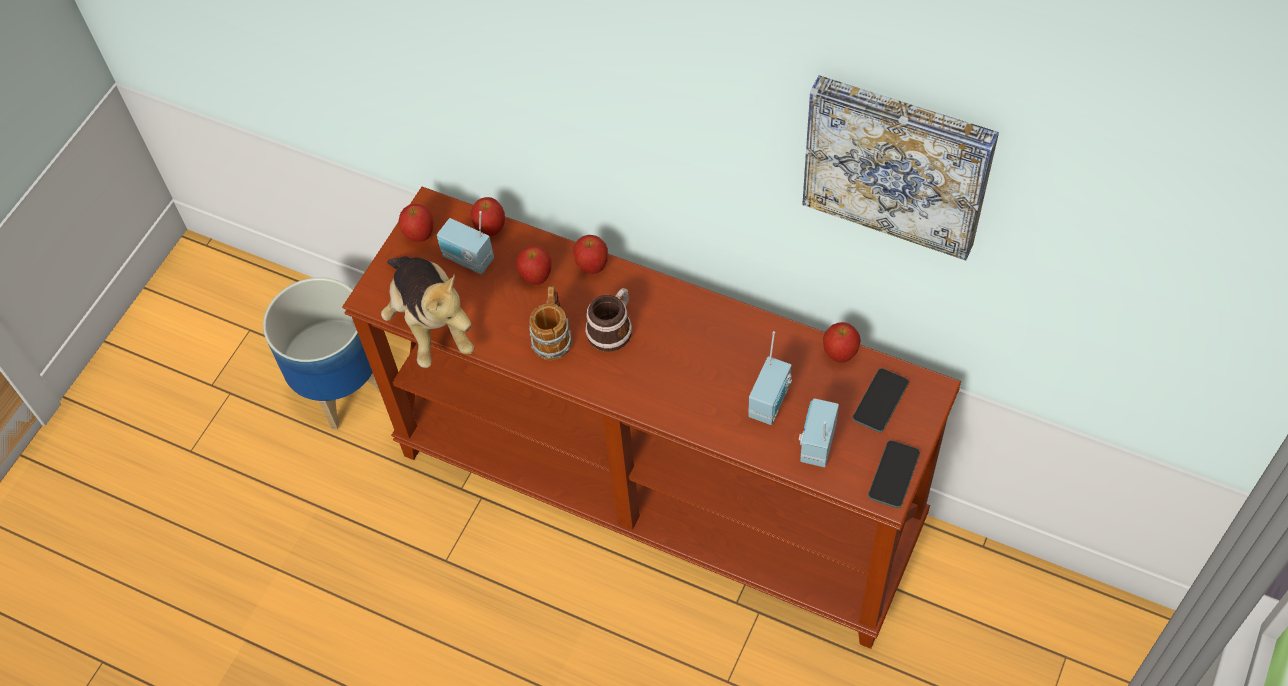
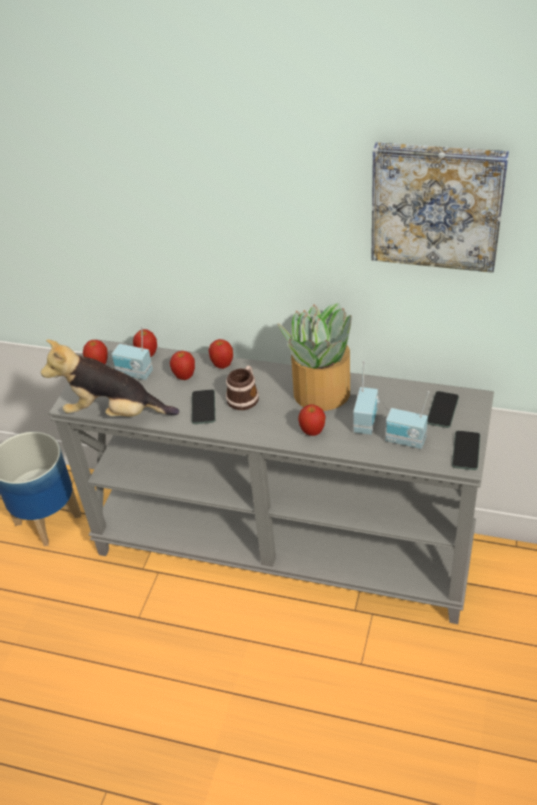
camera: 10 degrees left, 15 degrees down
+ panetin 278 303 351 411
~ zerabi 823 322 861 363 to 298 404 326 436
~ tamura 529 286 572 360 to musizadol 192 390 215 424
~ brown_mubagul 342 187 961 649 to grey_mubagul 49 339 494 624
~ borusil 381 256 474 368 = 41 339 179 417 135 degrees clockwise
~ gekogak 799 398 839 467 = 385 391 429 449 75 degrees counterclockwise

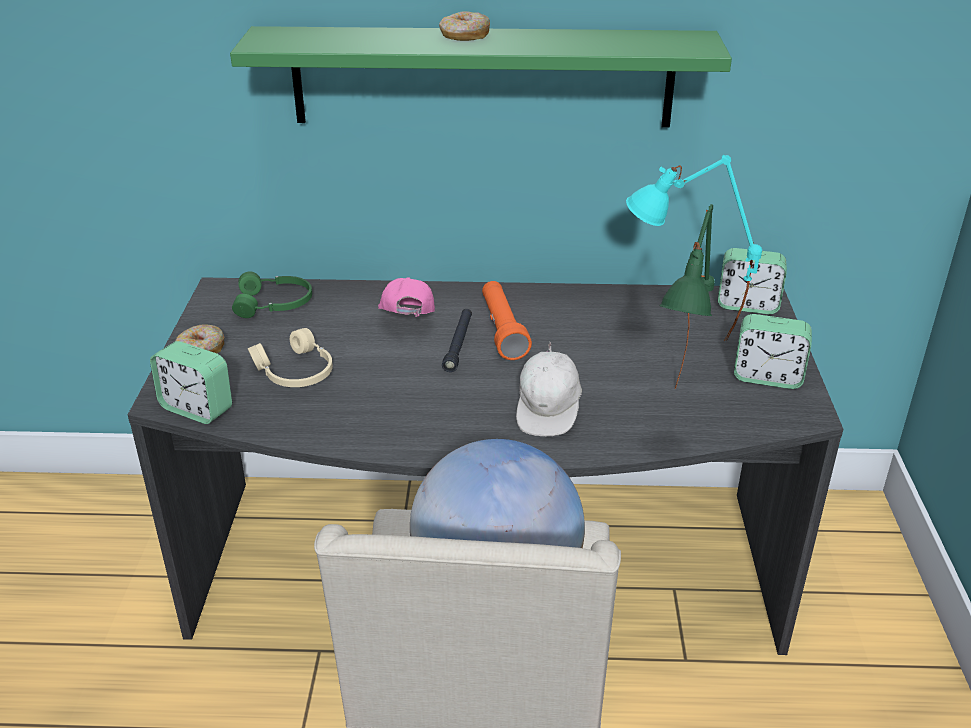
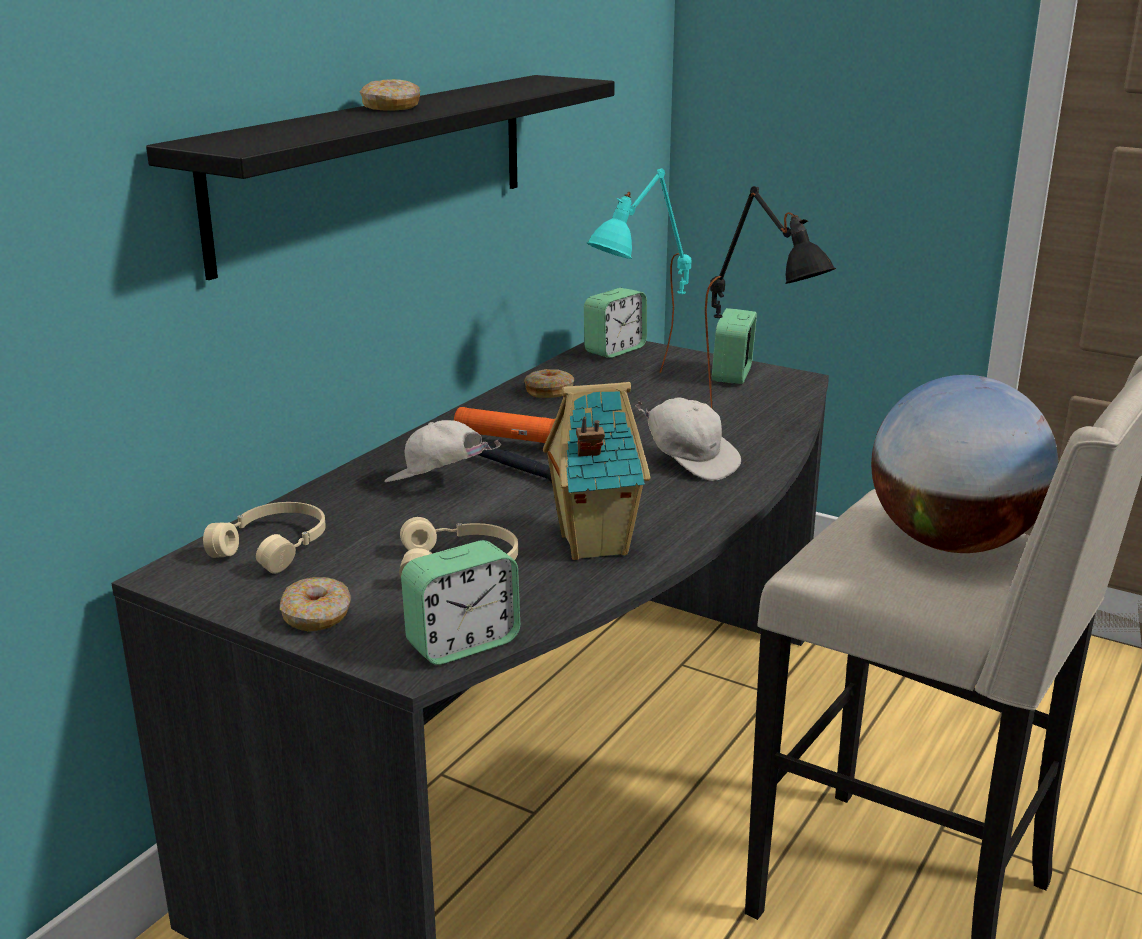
camera: 60 degrees left, 10 degrees down
+ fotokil 524 369 574 398
+ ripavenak 543 382 650 560
~ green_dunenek 230 26 732 128 to black_dunenek 146 75 615 280
~ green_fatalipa 232 272 312 318 to beige_fatalipa 203 502 326 574
~ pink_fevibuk 378 277 435 317 to white_fevibuk 385 420 501 482
~ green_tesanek 659 204 715 389 to black_tesanek 705 186 836 408
~ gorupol 734 314 812 389 = 712 308 757 384 150 degrees clockwise

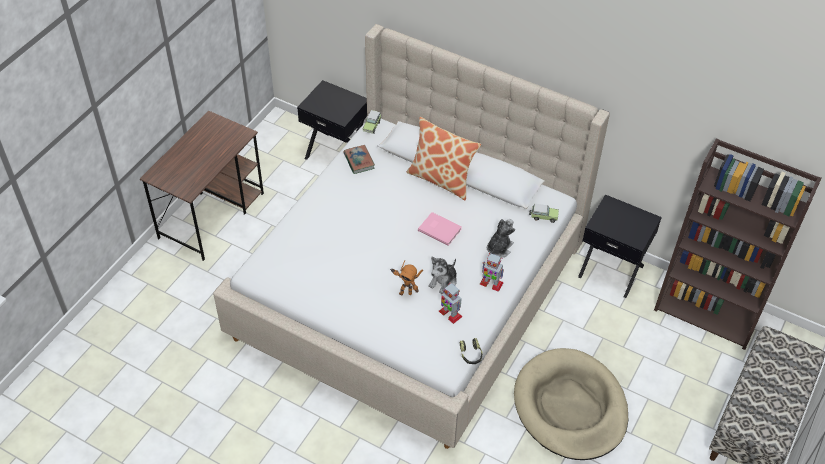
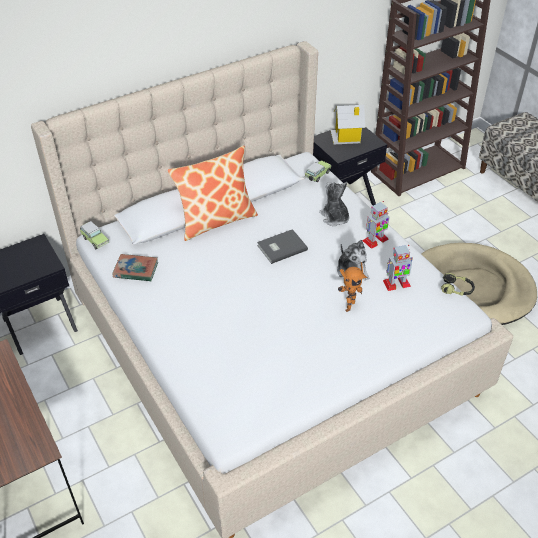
camera: 60 degrees left, 5 degrees down
+ ripavenak 330 105 365 144
~ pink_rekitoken 418 212 462 246 to grey_rekitoken 257 229 308 264

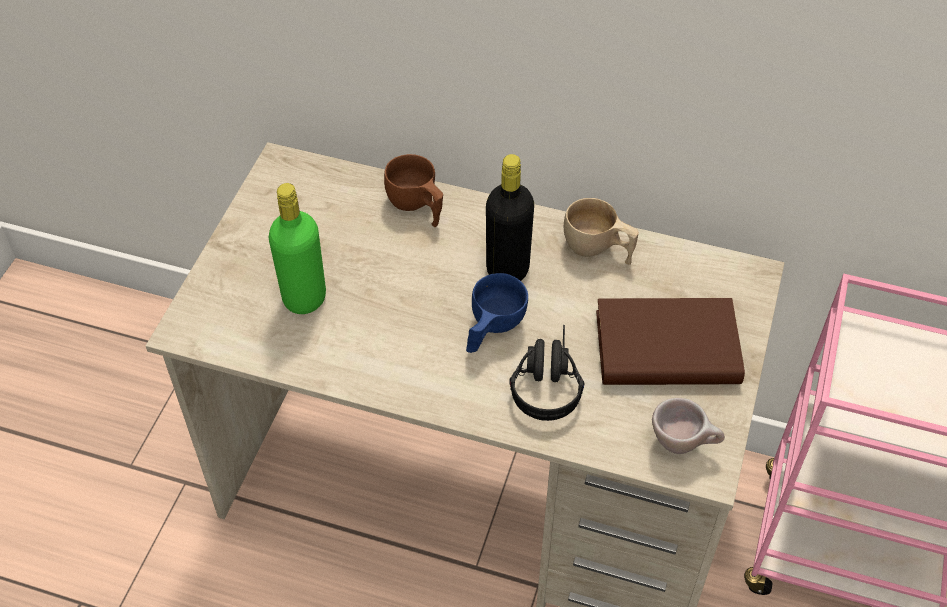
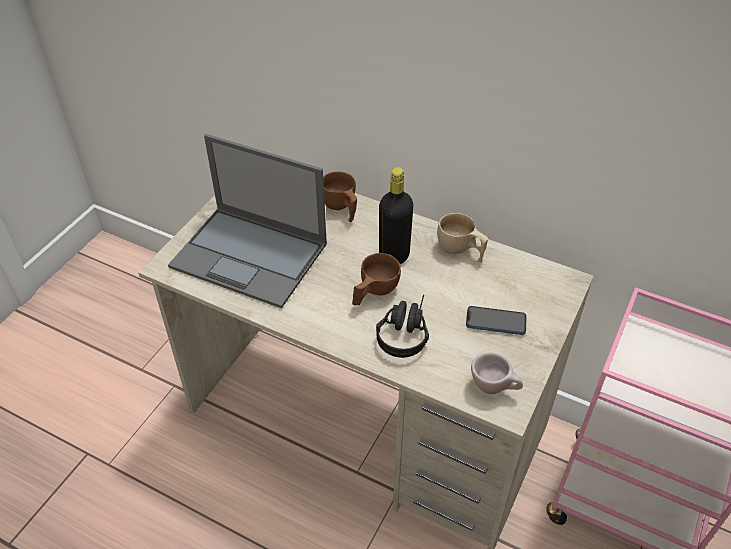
camera: 10 degrees right, 5 degrees down
~ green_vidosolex 269 183 326 314 to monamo 168 134 327 308
~ brown_rekitoken 596 298 745 385 to musizadol 466 306 527 335
~ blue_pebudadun 466 273 528 353 to brown_pebudadun 352 253 401 306

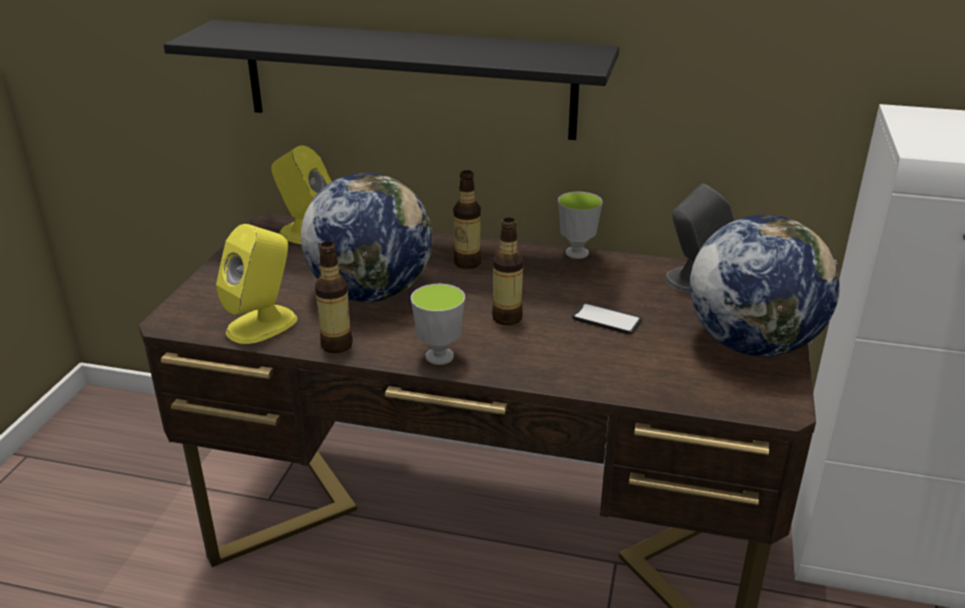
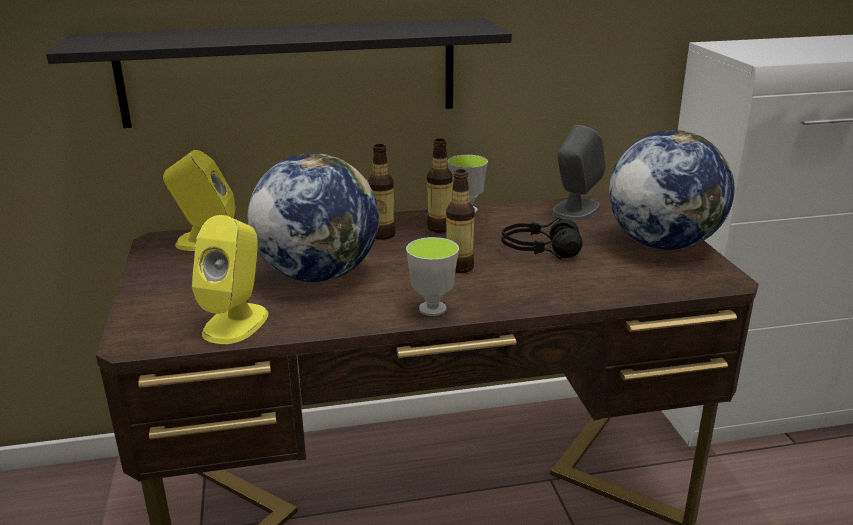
camera: 25 degrees left, 5 degrees down
~ vidosolex 315 241 353 353 to 427 139 453 233
~ musizadol 572 303 642 334 to black_fatalipa 502 217 583 259

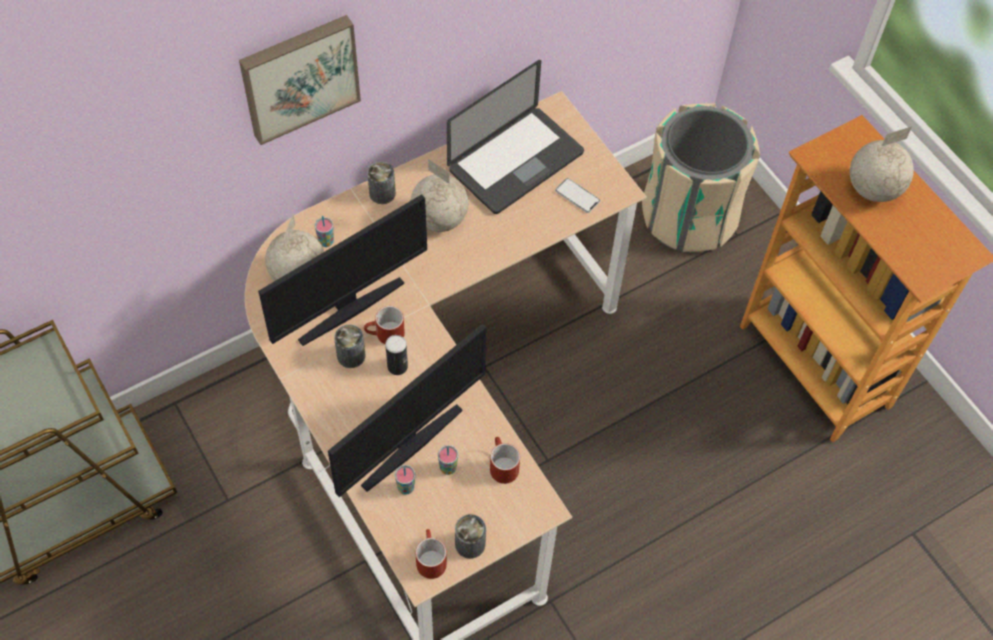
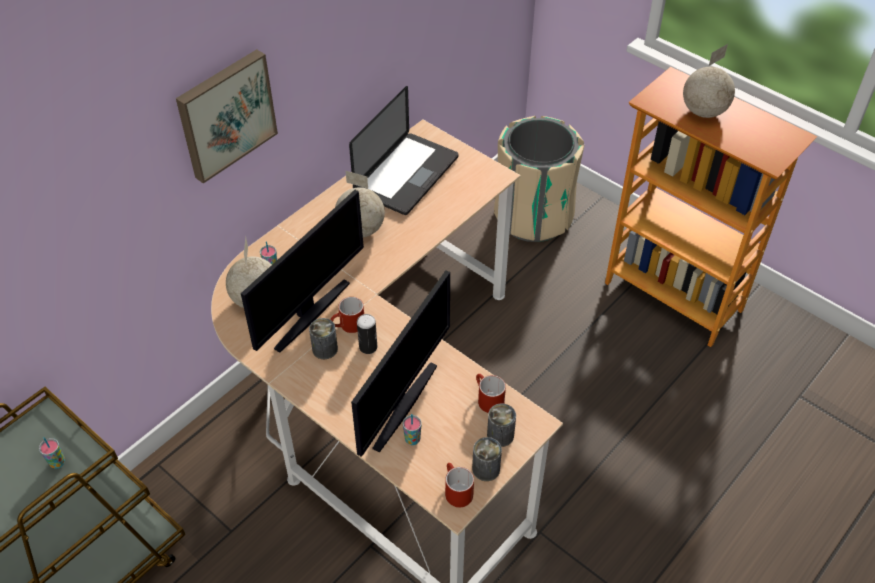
camera: 15 degrees left, 10 degrees down
- musizadol 555 178 600 213
~ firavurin 367 162 396 204 to 487 403 516 447
~ pebudadun 438 445 458 475 to 39 437 65 469

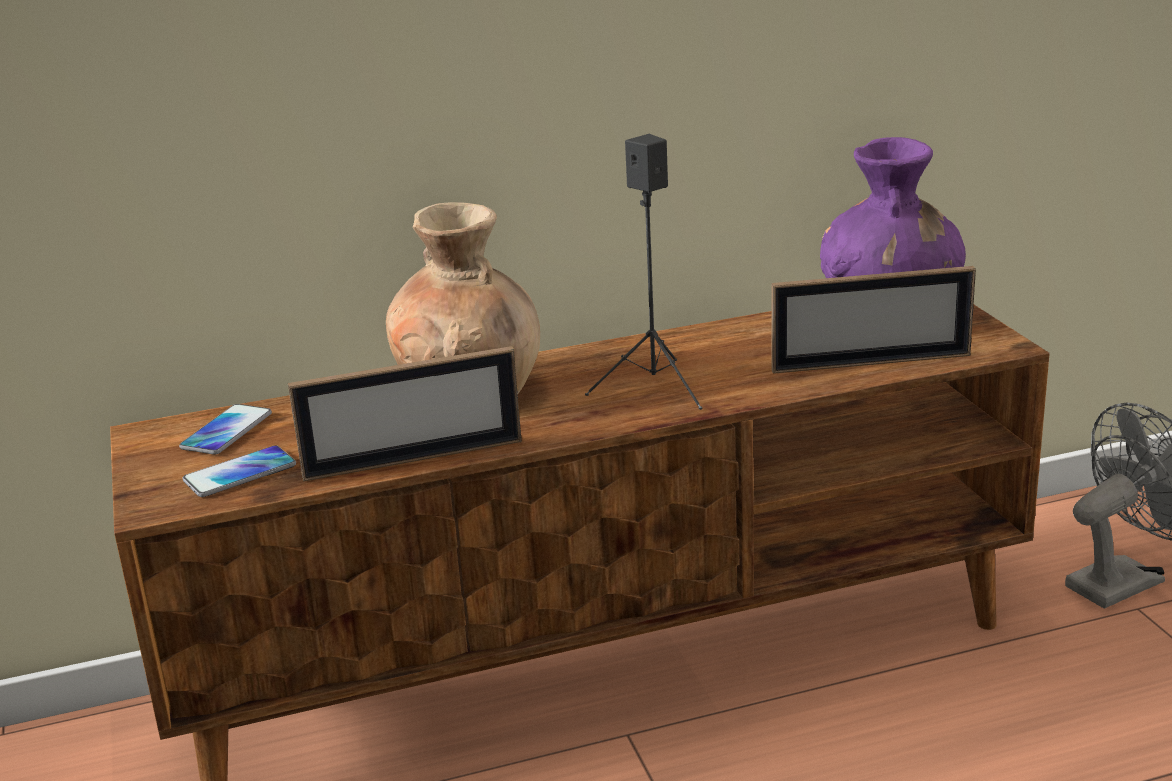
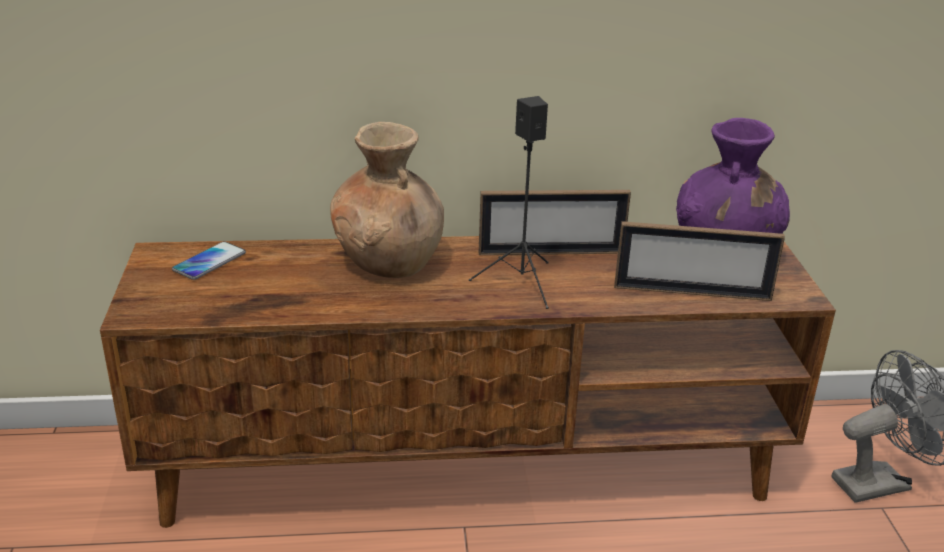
camera: 10 degrees right, 5 degrees up
- musizadol 183 445 296 497
~ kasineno 288 346 522 482 to 479 190 631 255

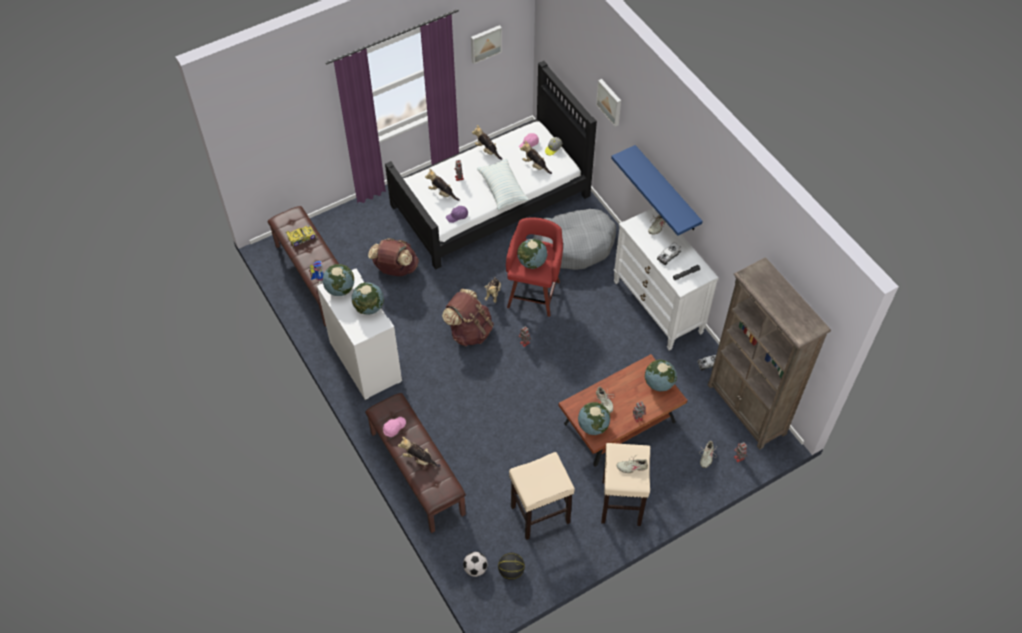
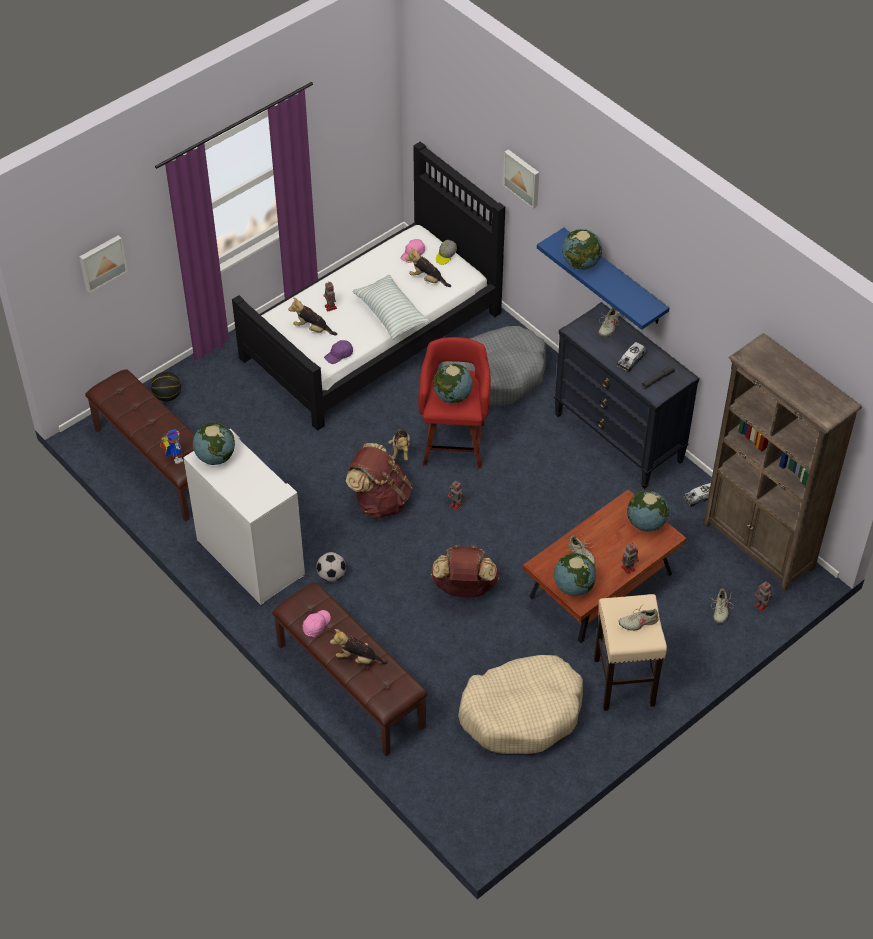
camera: 10 degrees left, 5 degrees down
- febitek 286 226 316 247
- borusil 472 125 502 160
~ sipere 352 282 384 315 to 562 229 602 270
~ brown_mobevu 368 238 419 276 to 430 545 500 597
~ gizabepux 463 552 488 577 to 316 552 346 582
~ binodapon 471 25 502 64 to 79 235 128 293
~ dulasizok 498 553 525 580 to 151 372 181 401
~ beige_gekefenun 509 452 575 540 to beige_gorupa 458 655 583 754
~ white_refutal 614 207 719 351 to black_refutal 554 302 699 489

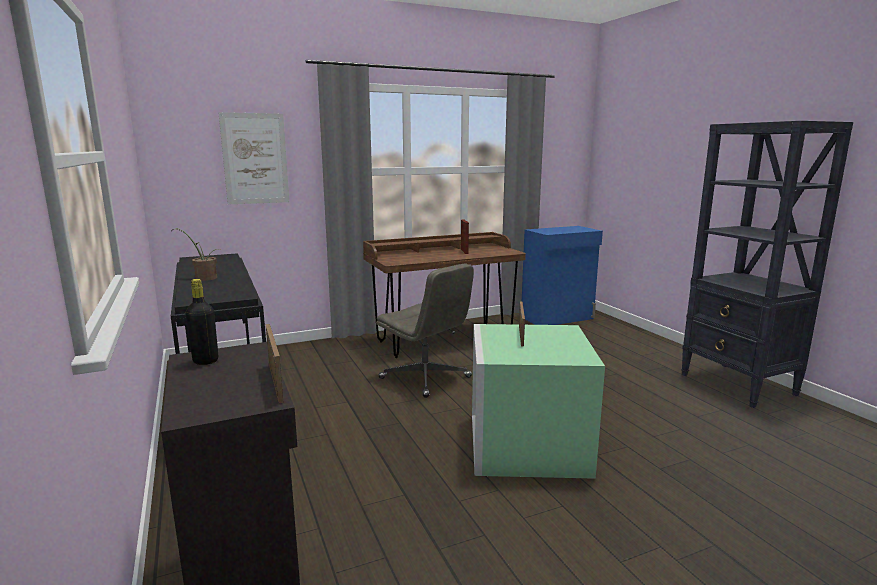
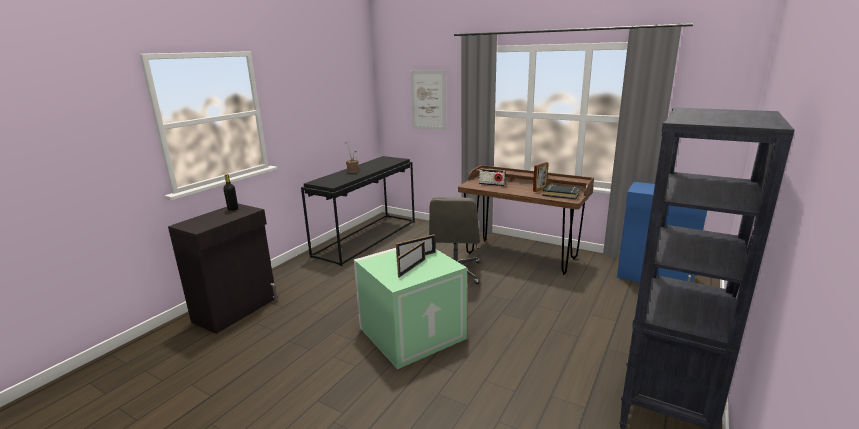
camera: 55 degrees right, 5 degrees up
+ gekogak 479 169 506 186
+ black_rekitoken 542 185 580 199
~ kasineno 266 324 284 403 to 397 241 425 278

